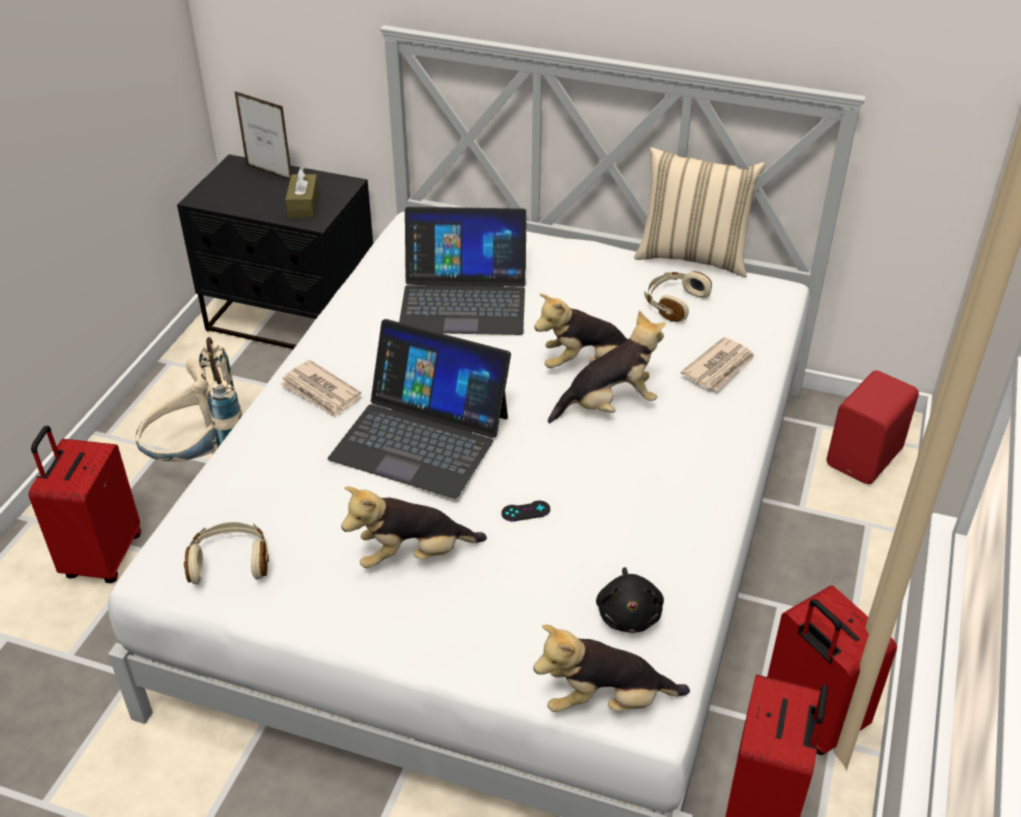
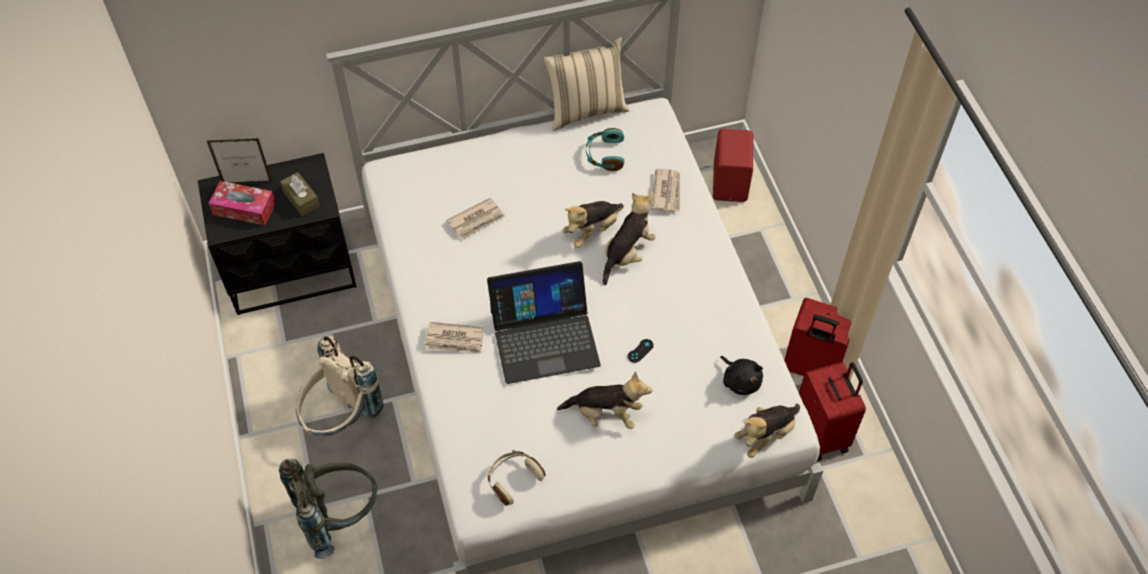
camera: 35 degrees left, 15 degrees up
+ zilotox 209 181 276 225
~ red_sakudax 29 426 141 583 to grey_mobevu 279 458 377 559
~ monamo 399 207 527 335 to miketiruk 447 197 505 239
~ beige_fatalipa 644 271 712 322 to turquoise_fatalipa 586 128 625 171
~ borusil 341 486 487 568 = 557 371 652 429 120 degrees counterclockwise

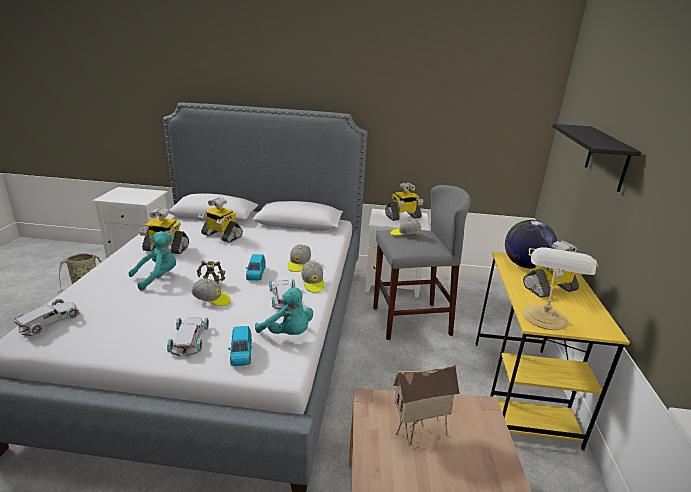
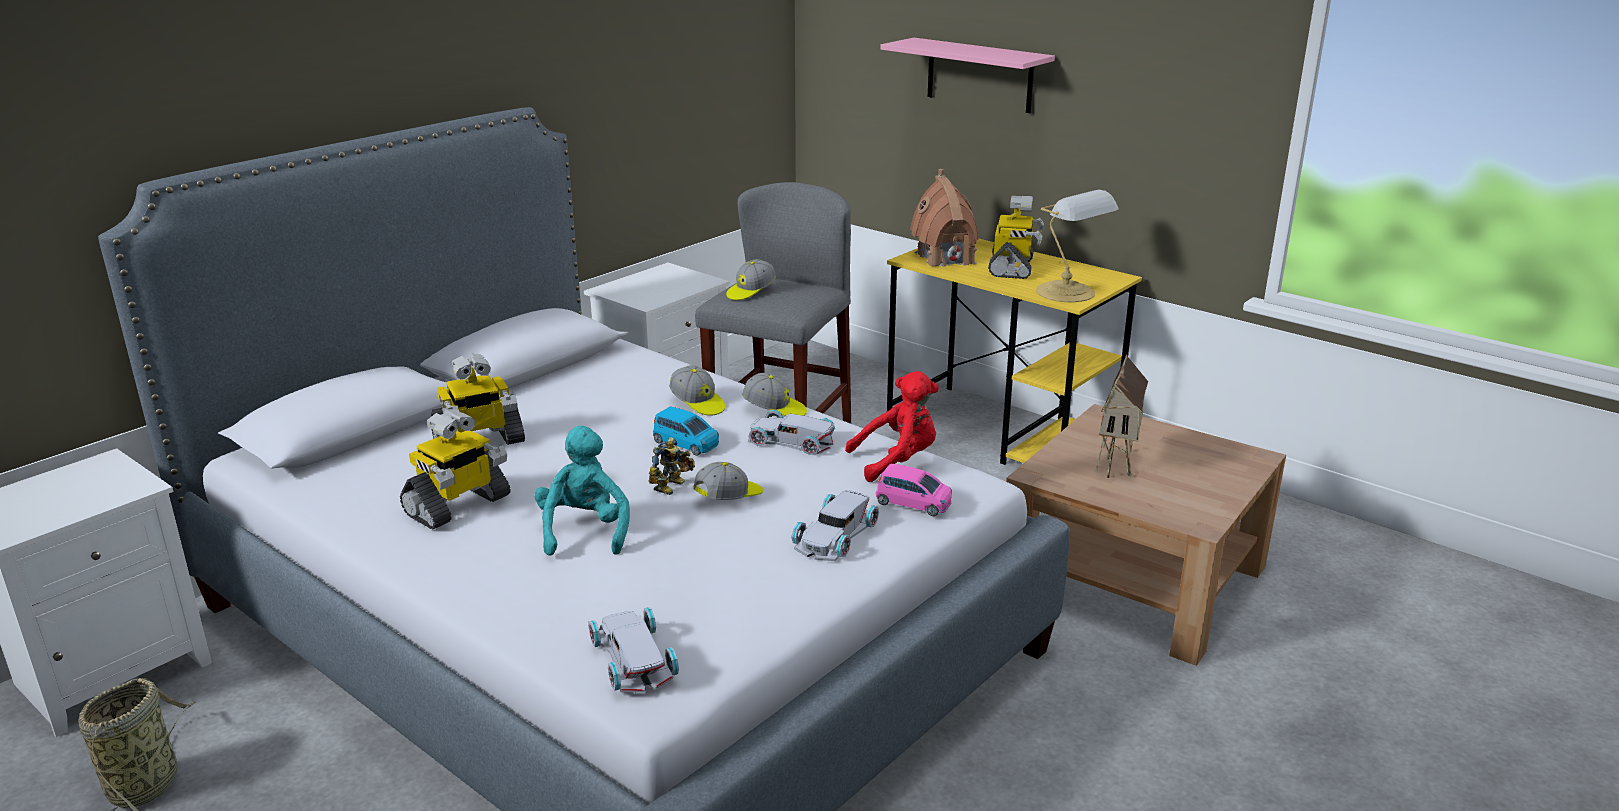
camera: 55 degrees left, 0 degrees up
- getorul 385 182 423 221
~ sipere 505 220 557 269 to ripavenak 910 169 978 268
~ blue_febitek 228 326 252 366 to pink_febitek 876 463 952 516
~ turquoise_borusil 255 287 313 335 to red_borusil 845 371 939 482
~ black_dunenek 553 124 641 192 to pink_dunenek 881 38 1055 113
~ white_febitek 167 317 209 356 = 791 490 879 561 90 degrees counterclockwise

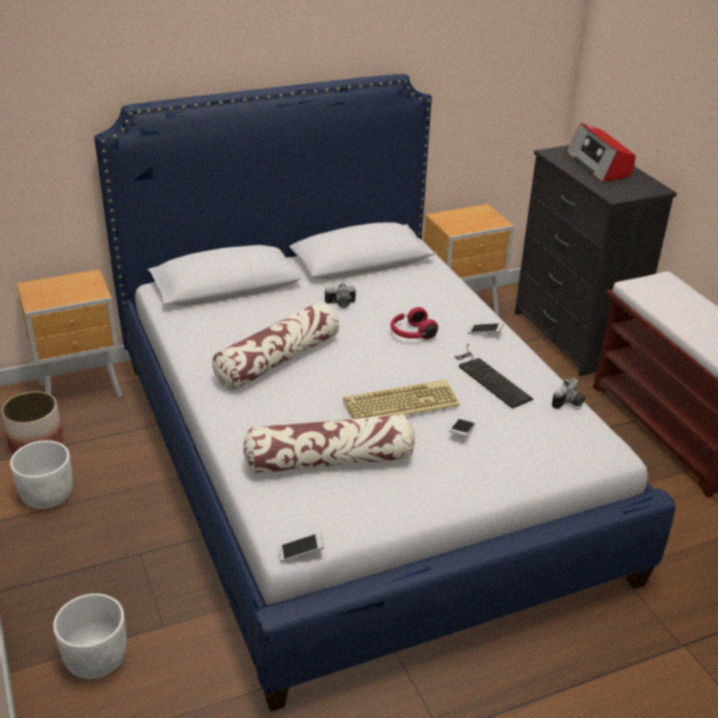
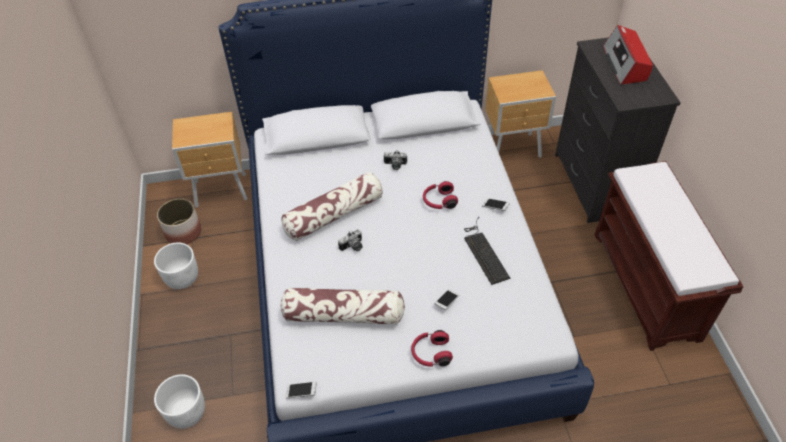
camera: 15 degrees right, 15 degrees up
- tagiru 343 380 460 419
+ red_fatalipa 411 330 453 367
~ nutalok 552 378 585 409 to 338 229 362 251

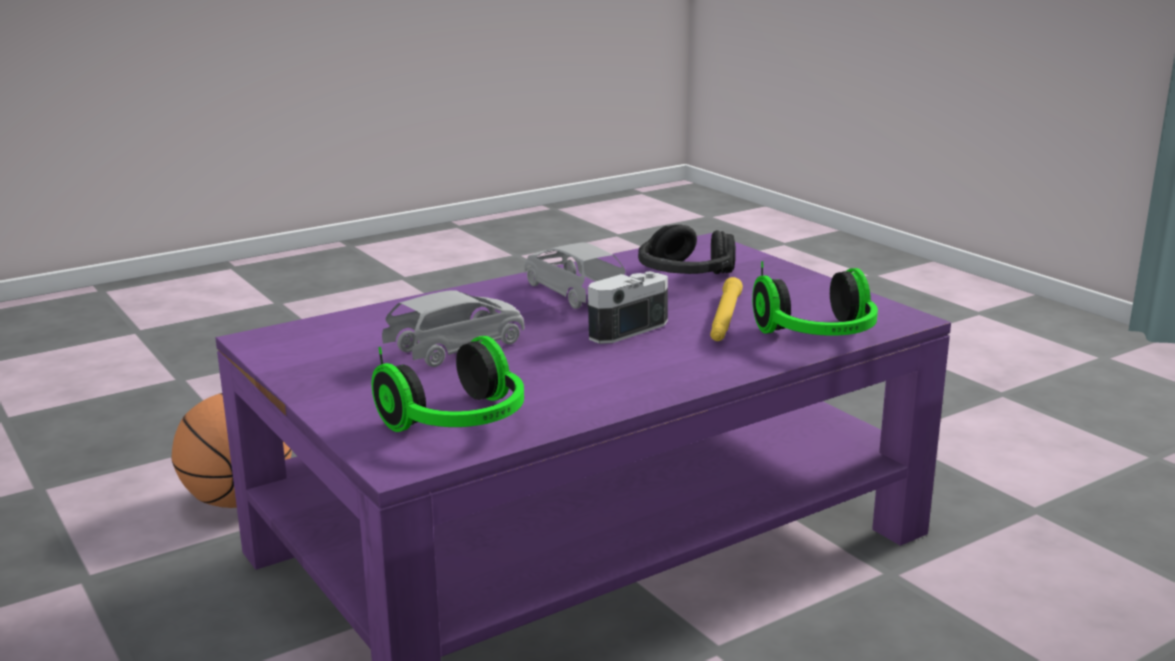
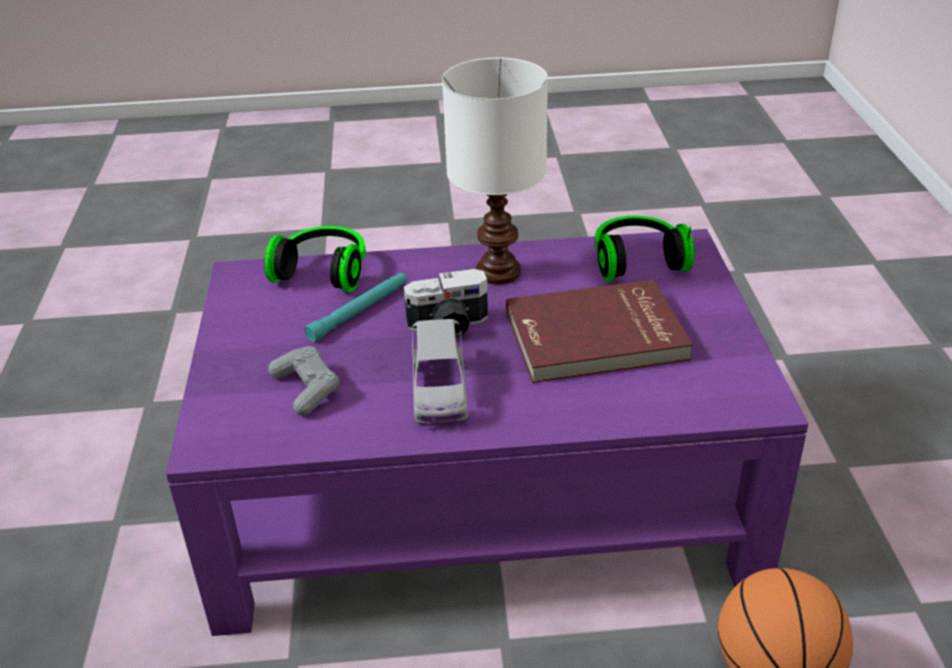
camera: 150 degrees left, 15 degrees up
+ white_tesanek 442 57 548 284
~ grey_febitek 382 291 524 367 to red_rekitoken 506 279 693 383
~ black_fatalipa 638 225 736 274 to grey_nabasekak 268 346 339 416
~ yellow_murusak 710 277 743 341 to turquoise_murusak 305 273 408 342

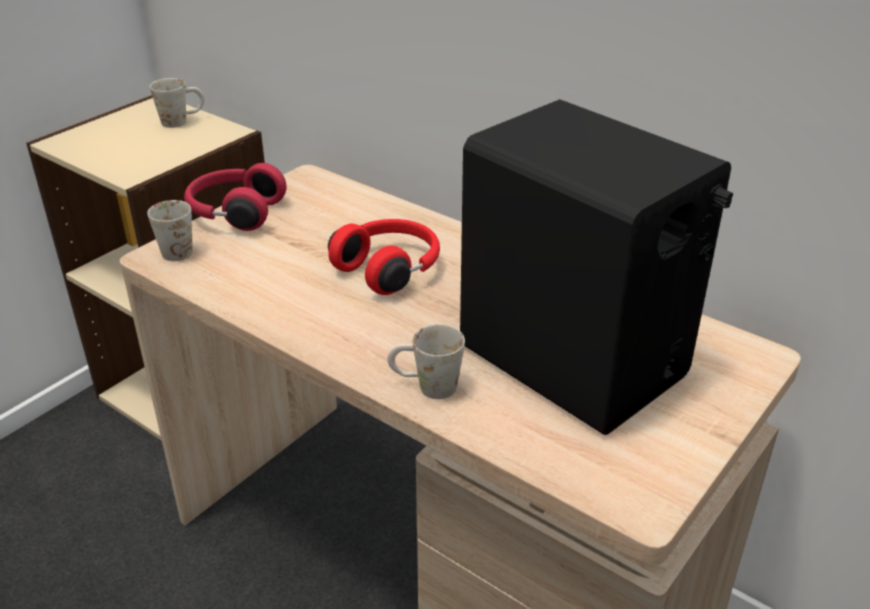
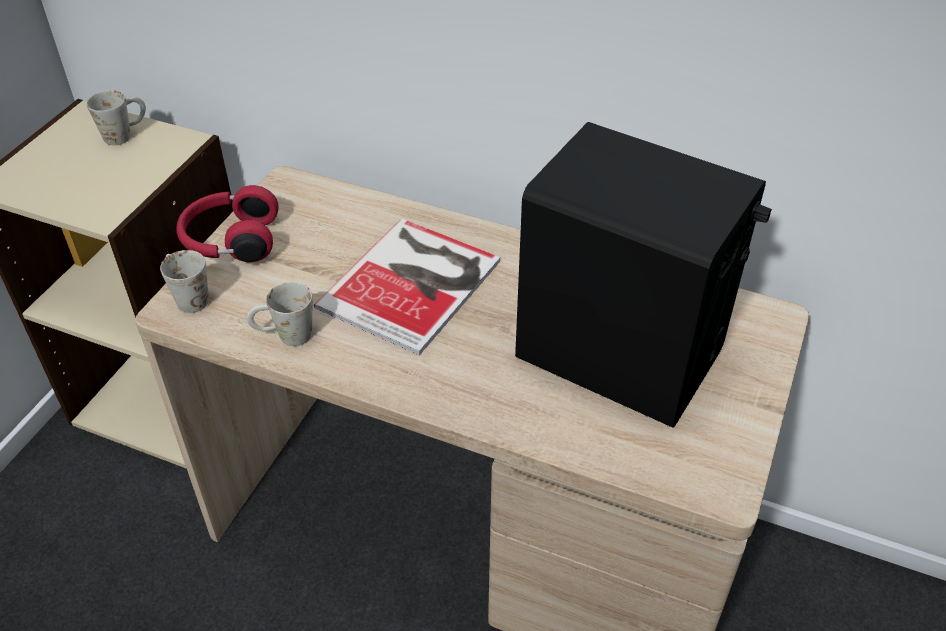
camera: 15 degrees left, 10 degrees up
~ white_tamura 387 324 465 399 to 247 282 313 346
~ red_fatalipa 328 219 440 295 to rekitoken 314 219 500 355

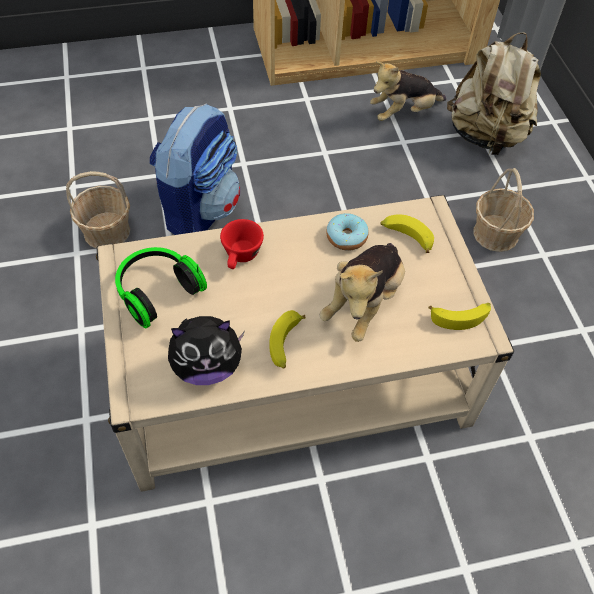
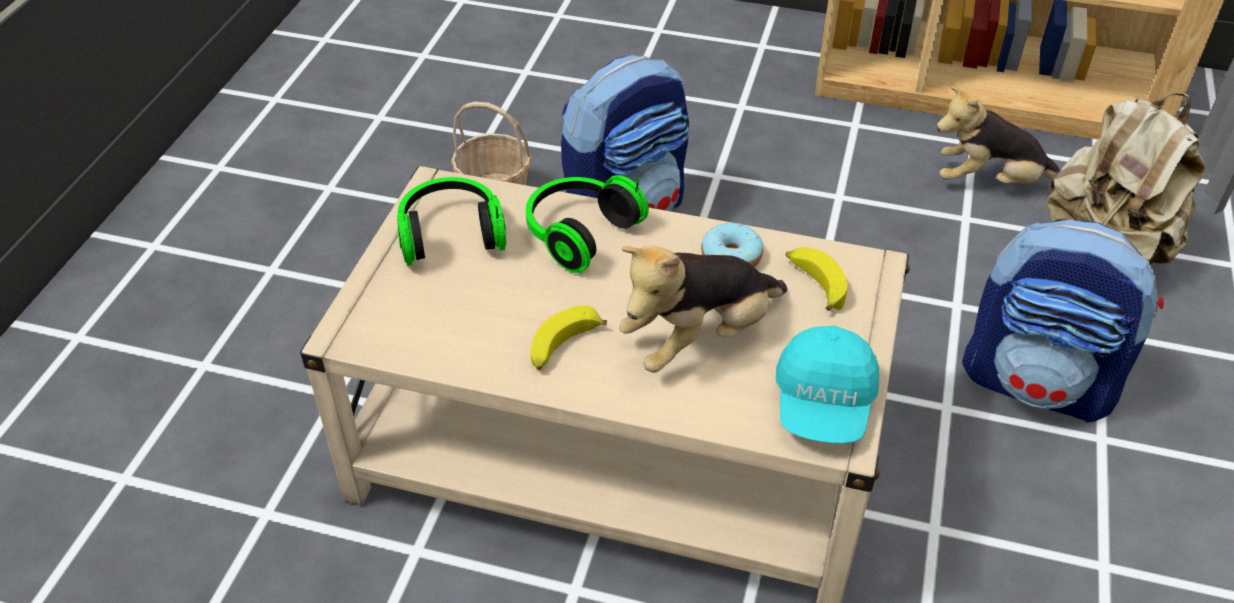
camera: 30 degrees right, 10 degrees down
- borusil 168 316 244 385
~ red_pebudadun 220 219 264 269 to fatalipa 526 175 649 273
~ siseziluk 428 303 491 330 to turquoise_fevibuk 776 326 879 444
~ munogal 473 168 534 252 to mobevu 962 220 1164 422

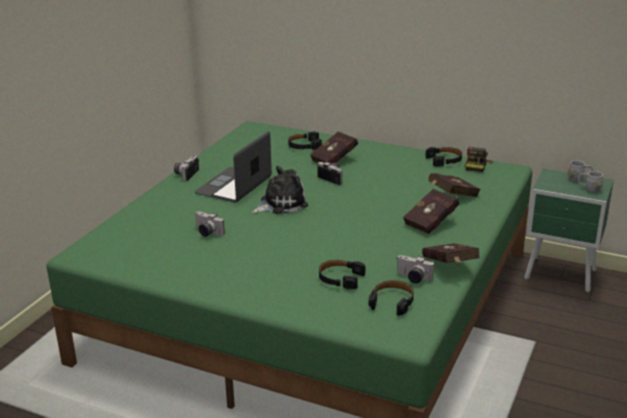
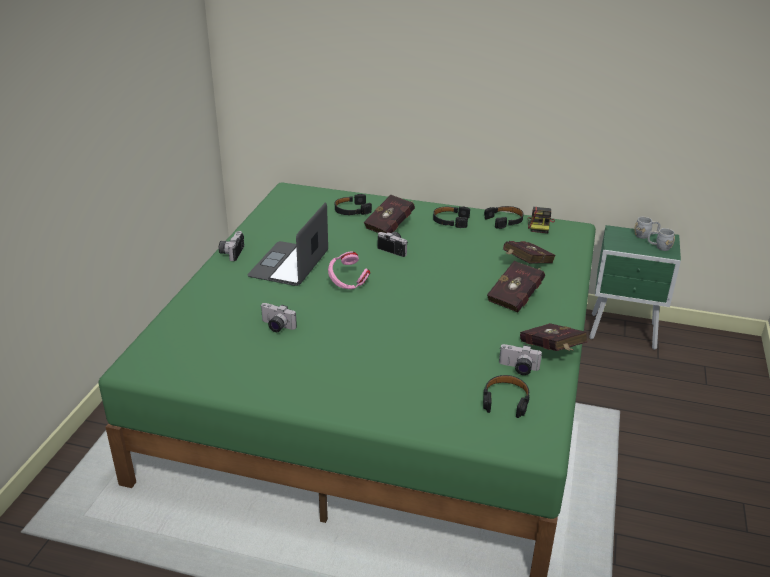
camera: 10 degrees left, 5 degrees up
~ black_fatalipa 319 260 366 289 to 433 207 470 228
~ borusil 252 166 308 214 to pink_fatalipa 328 251 370 289

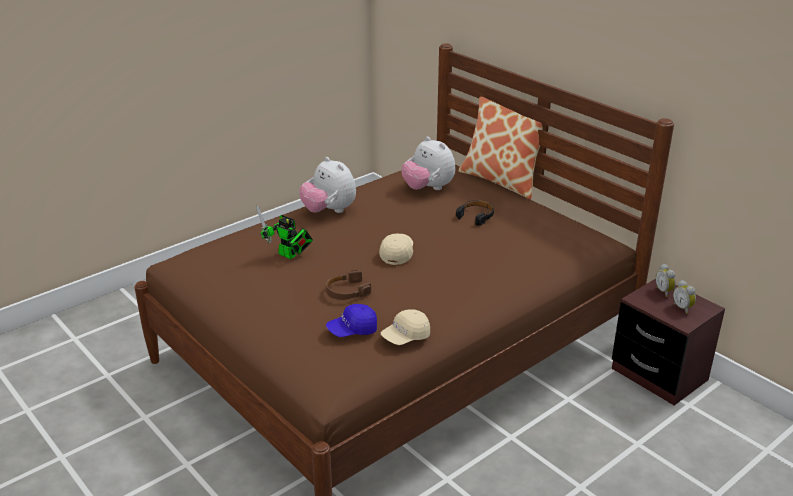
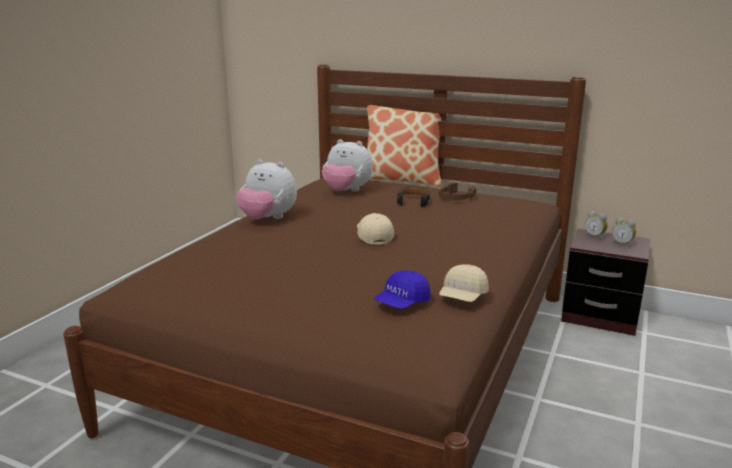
camera: 25 degrees left, 10 degrees down
- getorul 256 206 313 259
~ brown_fatalipa 326 270 371 300 to 439 182 476 201

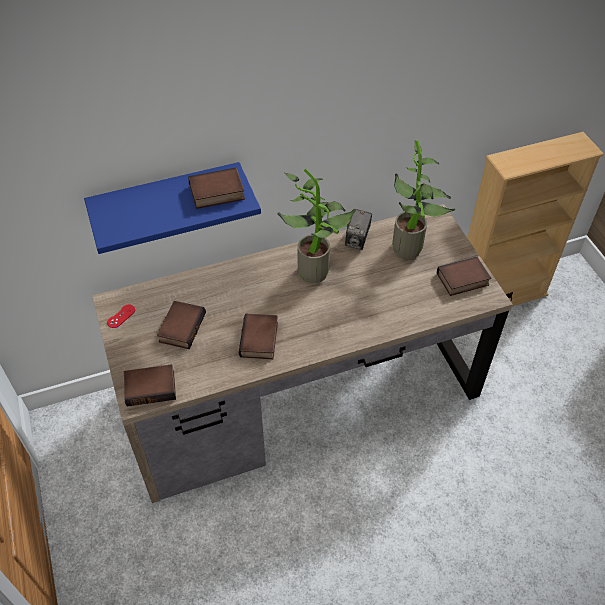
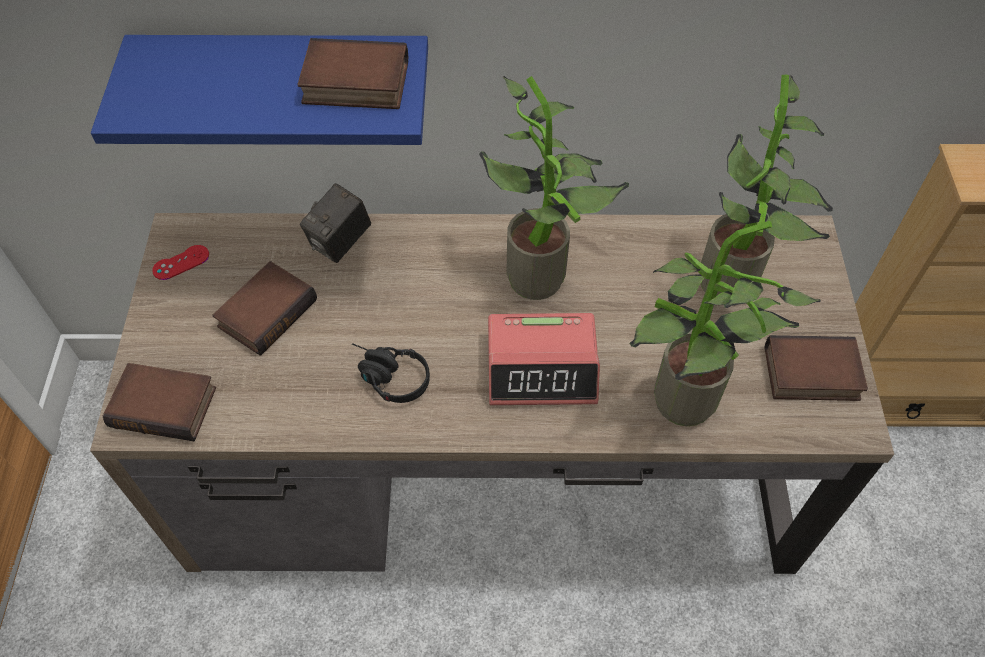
camera: 20 degrees right, 5 degrees up
+ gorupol 488 313 600 405
+ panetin 629 221 821 426
~ nutalok 345 209 372 250 to 300 183 371 263
~ rekitoken 239 314 278 359 to black_fatalipa 352 343 430 403

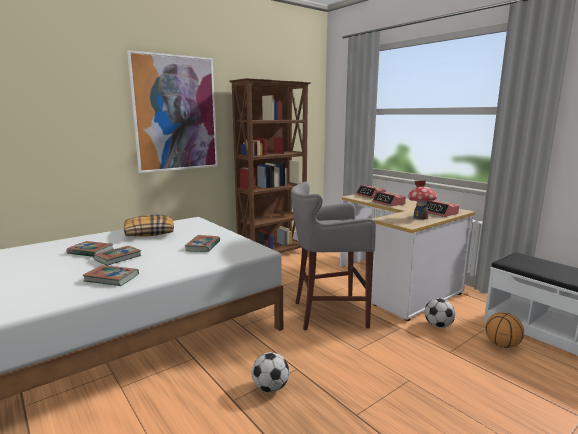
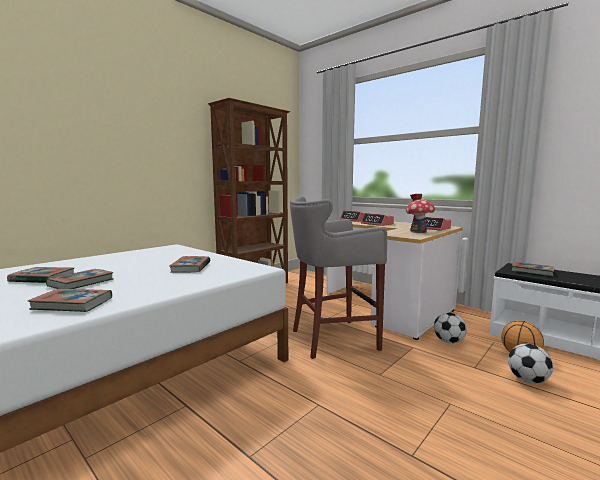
camera: 10 degrees left, 5 degrees down
- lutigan 124 215 174 237
- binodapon 127 50 218 173
+ rekitoken 512 262 554 277
~ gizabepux 252 352 289 392 to 508 344 553 384

